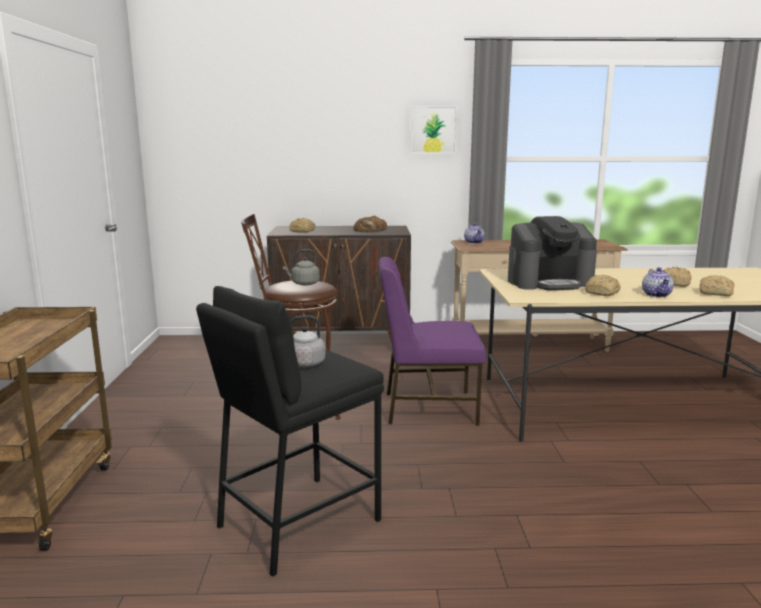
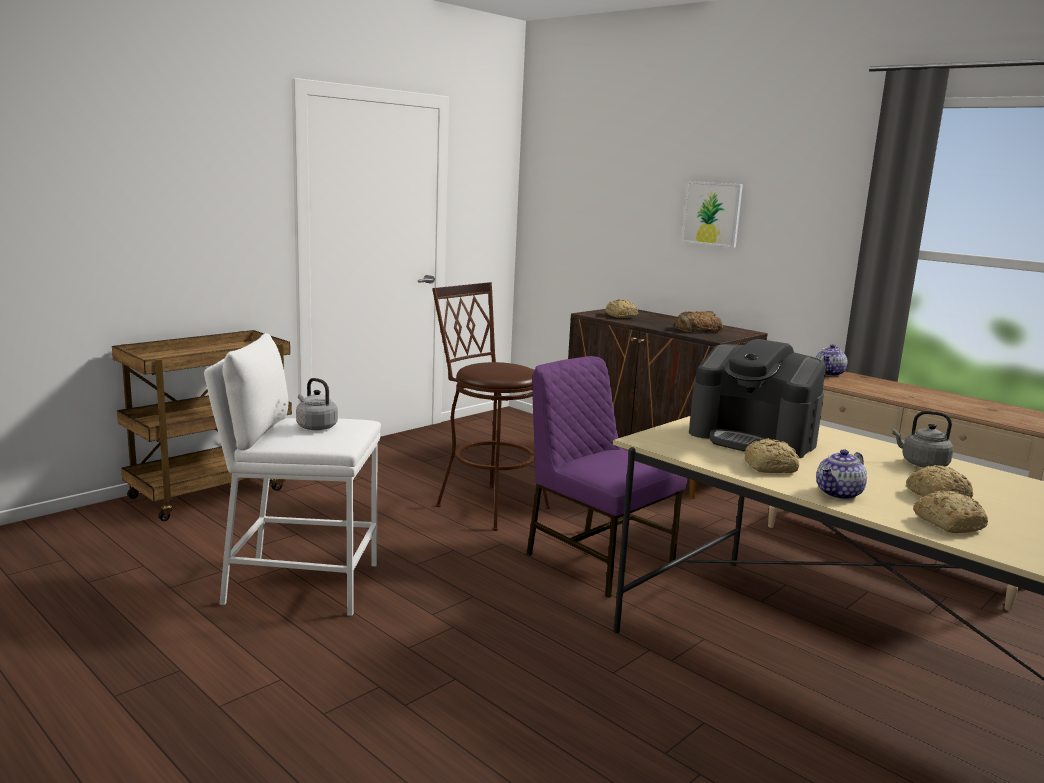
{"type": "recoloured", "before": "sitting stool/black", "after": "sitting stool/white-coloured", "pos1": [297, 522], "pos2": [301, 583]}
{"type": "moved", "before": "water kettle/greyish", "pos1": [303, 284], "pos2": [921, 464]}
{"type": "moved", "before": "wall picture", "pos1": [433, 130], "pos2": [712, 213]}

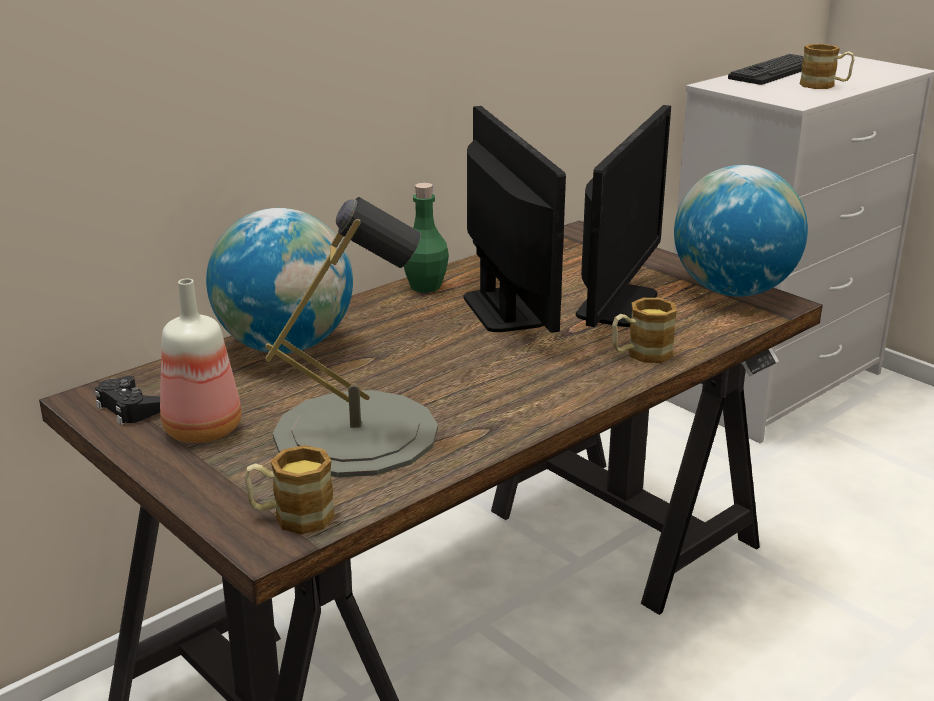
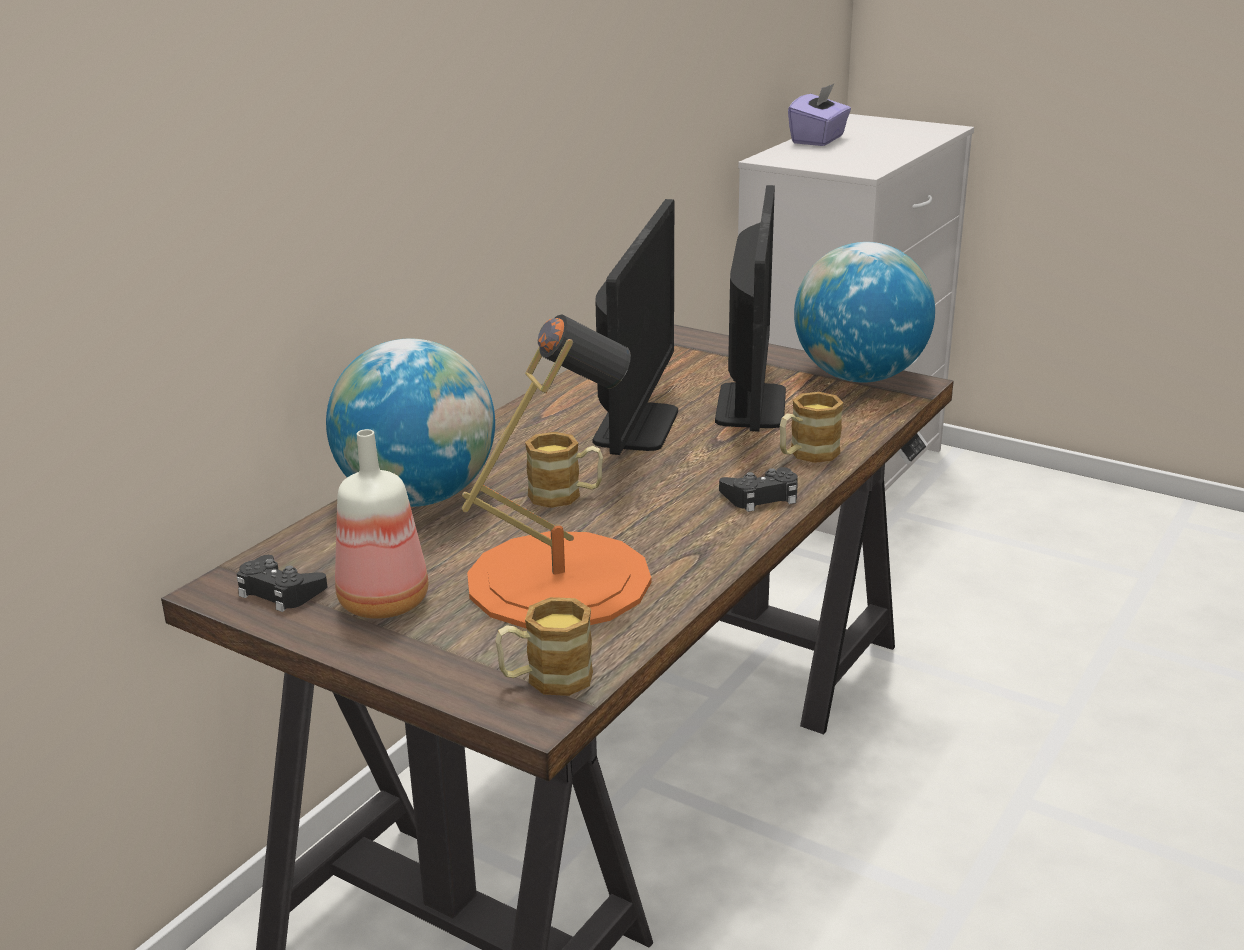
{"type": "recoloured", "before": "tabletop lamp/greyish", "after": "tabletop lamp/orangey", "pos1": [356, 432], "pos2": [559, 579]}
{"type": "removed", "before": "beverage bottle/green-coloured", "pos1": [425, 287]}
{"type": "turned", "before": "computer screen", "pos1": [504, 310], "pos2": [636, 426], "turn": 45}
{"type": "replaced", "before": "keyboard", "after": "tissue box/purple-coloured", "pos1": [775, 71], "pos2": [818, 140]}
{"type": "moved", "before": "mug", "pos1": [824, 85], "pos2": [565, 495]}
{"type": "added", "after": "joypad/black", "pos2": [761, 497]}

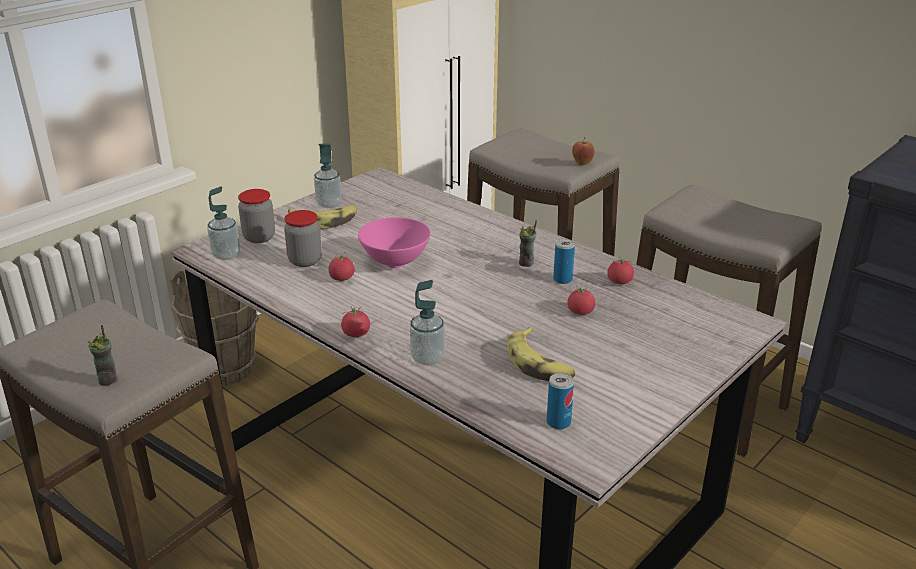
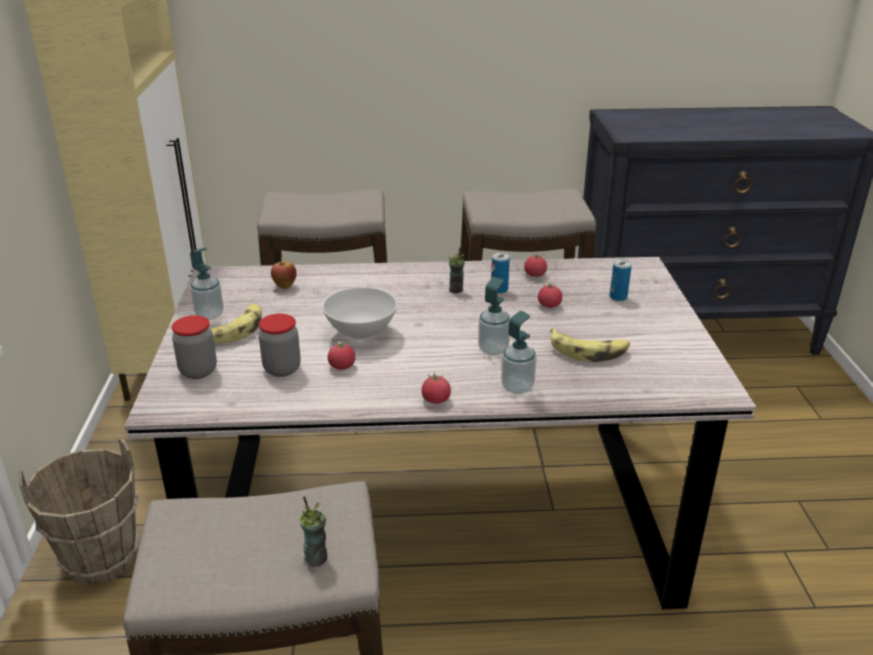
{"type": "moved", "before": "soap dispenser", "pos1": [226, 255], "pos2": [493, 349]}
{"type": "recoloured", "before": "bowl/pink-coloured", "after": "bowl/white-coloured", "pos1": [395, 263], "pos2": [361, 334]}
{"type": "moved", "before": "sealed can", "pos1": [558, 422], "pos2": [618, 297]}
{"type": "moved", "before": "whole apple", "pos1": [582, 164], "pos2": [285, 286]}

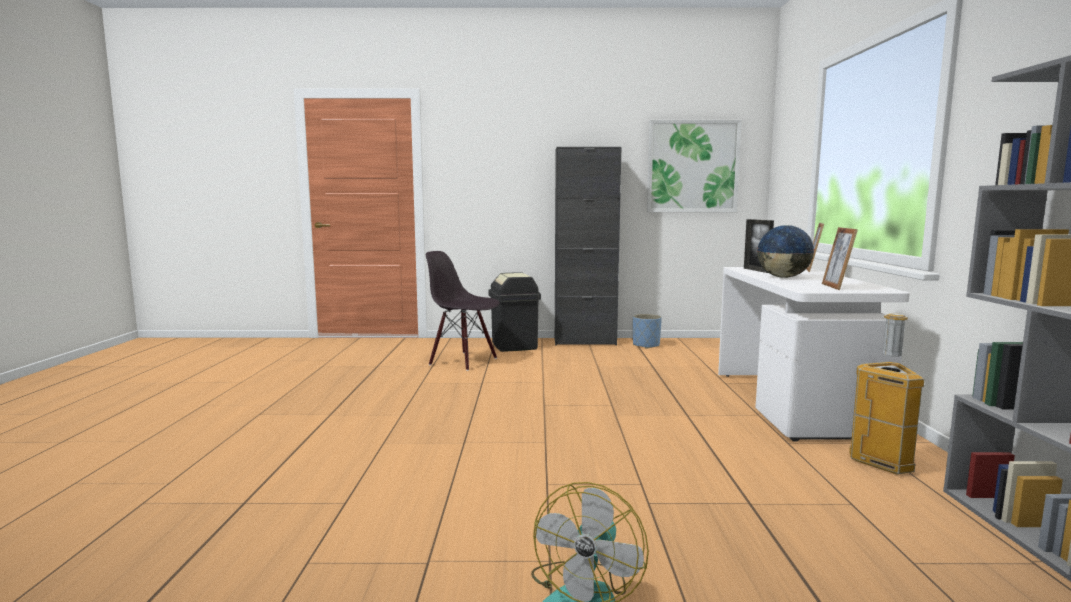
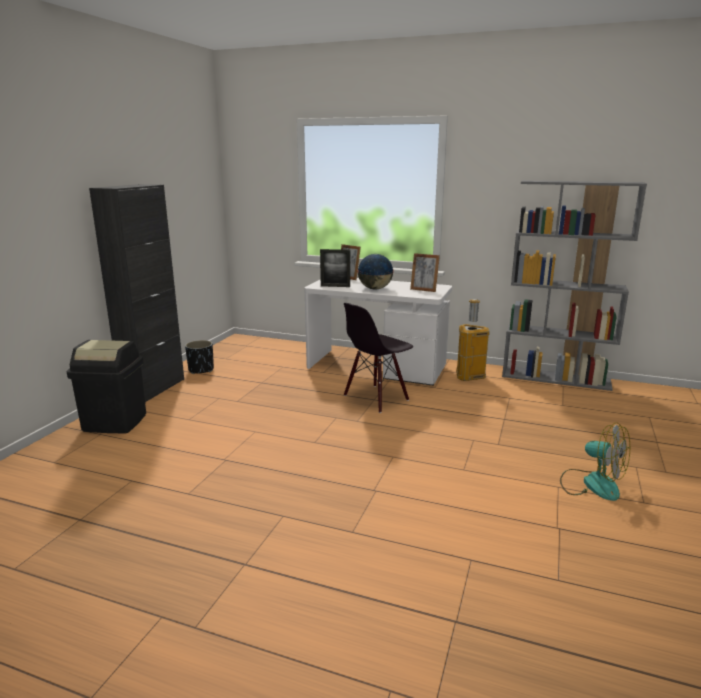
{"type": "moved", "before": "chair/black", "pos1": [464, 361], "pos2": [376, 398]}
{"type": "recoloured", "before": "flower pot/bluish", "after": "flower pot/black", "pos1": [646, 345], "pos2": [201, 370]}
{"type": "removed", "before": "wall picture", "pos1": [692, 166]}

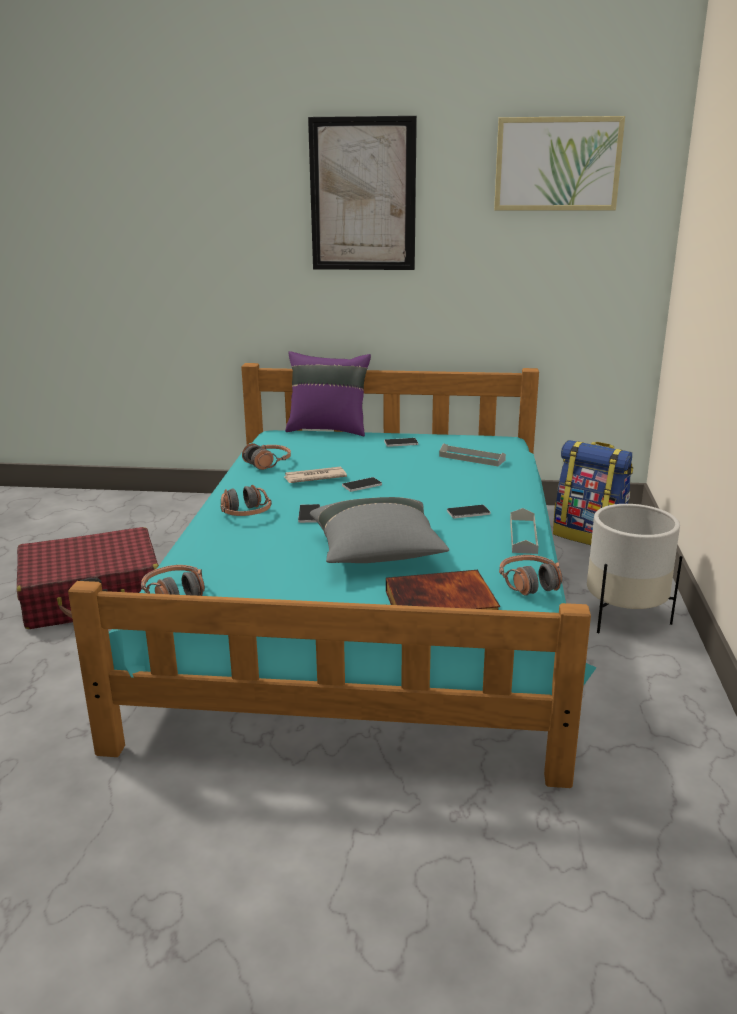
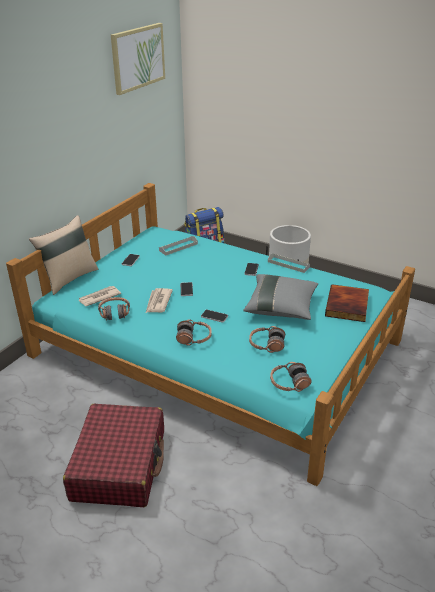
{"type": "recoloured", "before": "cushion/purple-coloured", "after": "cushion/sand-coloured", "pos1": [328, 429], "pos2": [69, 278]}
{"type": "removed", "before": "wall picture", "pos1": [363, 195]}
{"type": "moved", "before": "pair of headphones", "pos1": [529, 583], "pos2": [266, 345]}
{"type": "added", "after": "newspaper", "pos2": [99, 297]}

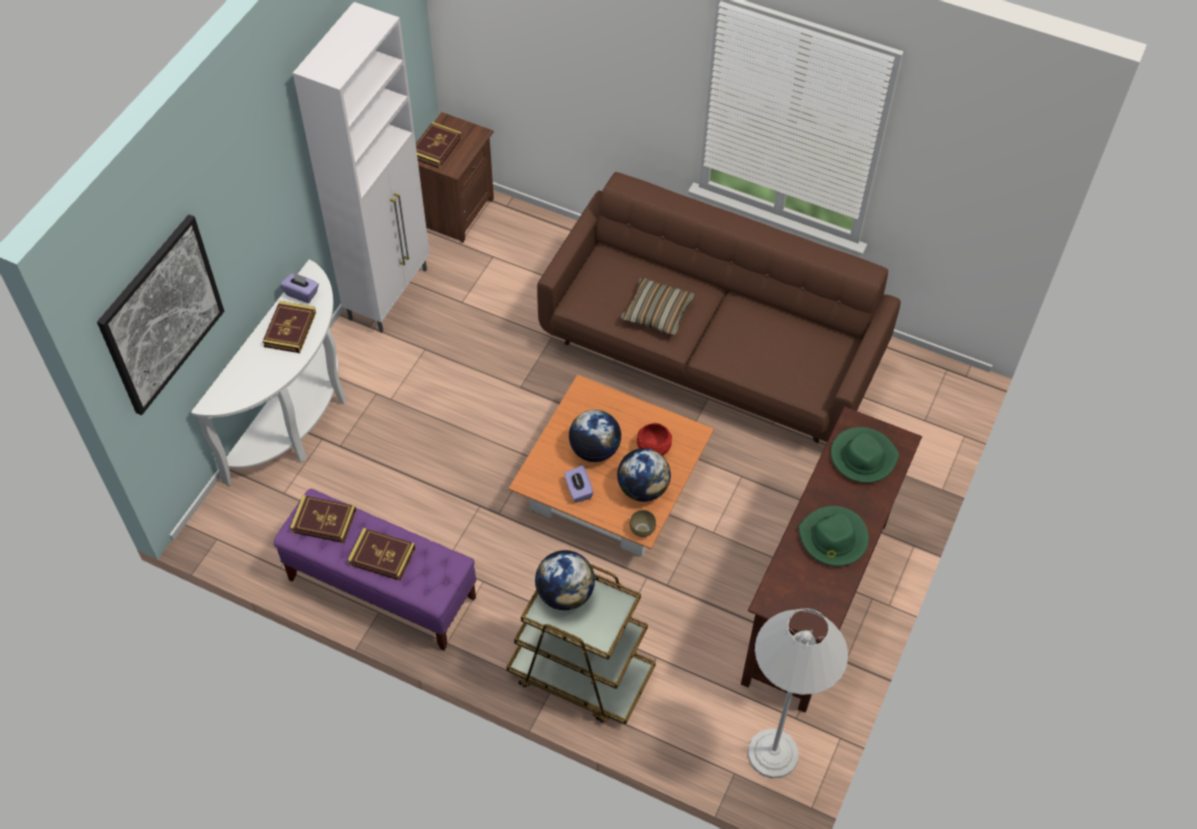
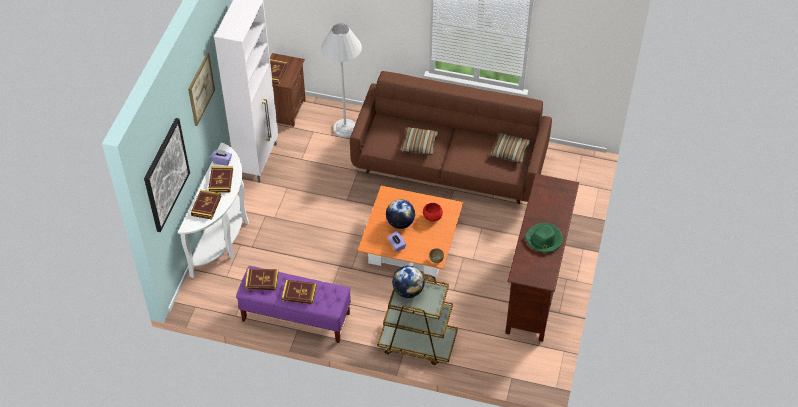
{"type": "removed", "before": "globe", "pos1": [643, 489]}
{"type": "moved", "before": "standard lamp/white-coloured", "pos1": [773, 753], "pos2": [345, 128]}
{"type": "removed", "before": "wearable hat/green-coloured", "pos1": [862, 457]}
{"type": "added", "after": "wall picture", "pos2": [201, 89]}
{"type": "added", "after": "book", "pos2": [206, 206]}
{"type": "added", "after": "cushion", "pos2": [509, 151]}

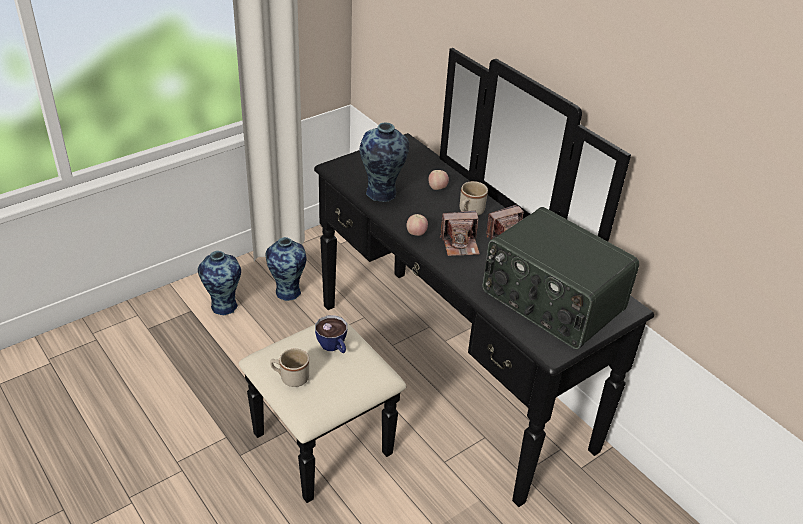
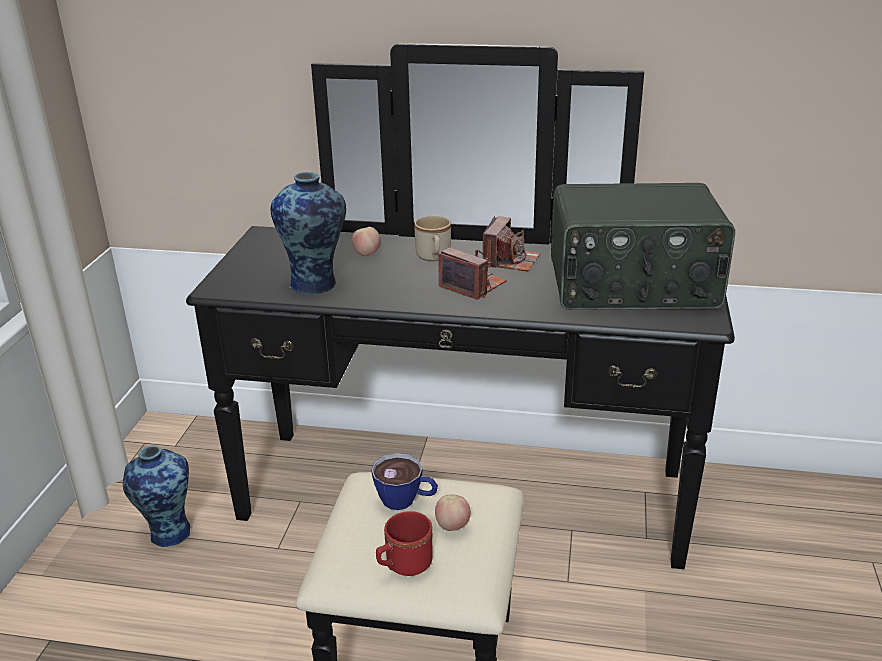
{"type": "removed", "before": "vase", "pos1": [223, 305]}
{"type": "recoloured", "before": "mug/sand-coloured", "after": "mug/reddish", "pos1": [290, 378], "pos2": [403, 566]}
{"type": "moved", "before": "whole apple", "pos1": [416, 234], "pos2": [452, 526]}
{"type": "turned", "before": "still camera", "pos1": [460, 244], "pos2": [473, 286], "turn": -90}

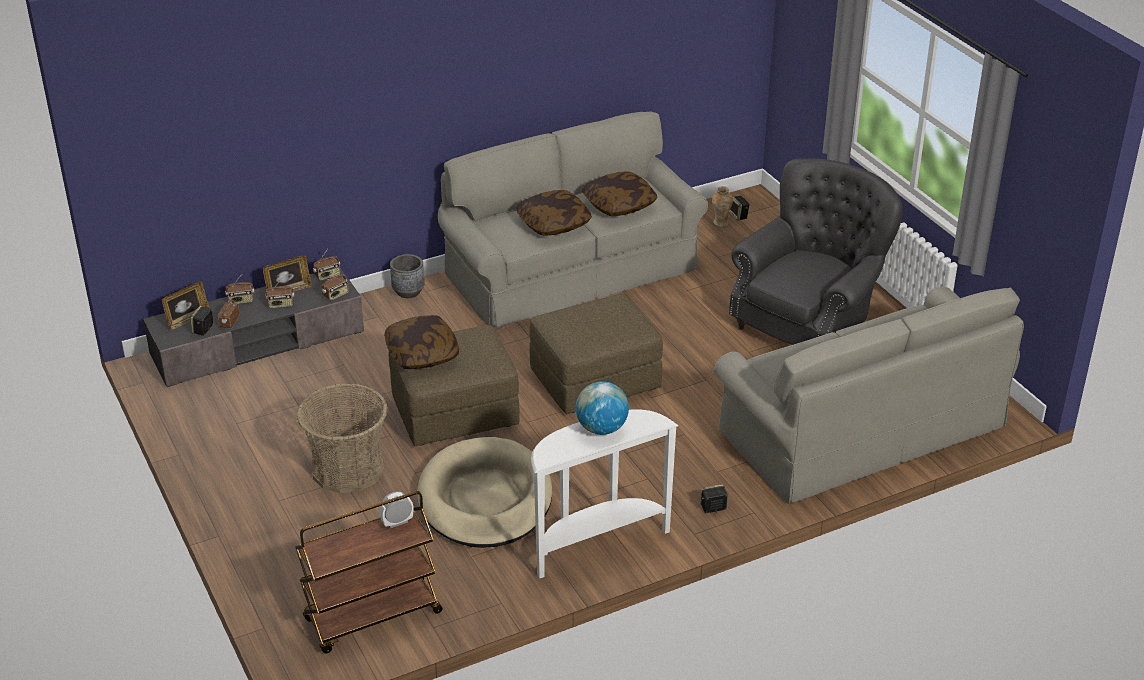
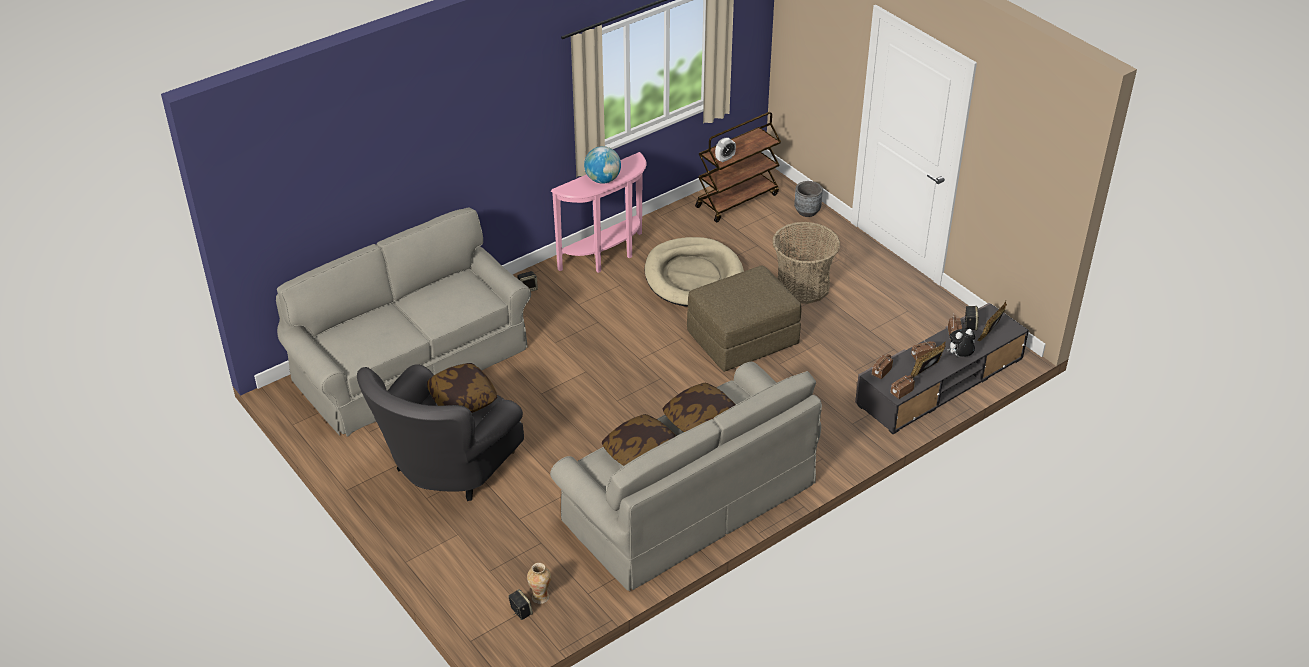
{"type": "replaced", "before": "radio", "after": "plush toy", "pos1": [241, 301], "pos2": [959, 356]}
{"type": "moved", "before": "cushion", "pos1": [422, 354], "pos2": [462, 399]}
{"type": "moved", "before": "flower pot/greyish", "pos1": [408, 292], "pos2": [807, 211]}
{"type": "removed", "before": "ottoman/brownish", "pos1": [594, 380]}
{"type": "recoloured", "before": "narrow table/white-coloured", "after": "narrow table/pink-coloured", "pos1": [596, 543], "pos2": [607, 257]}

